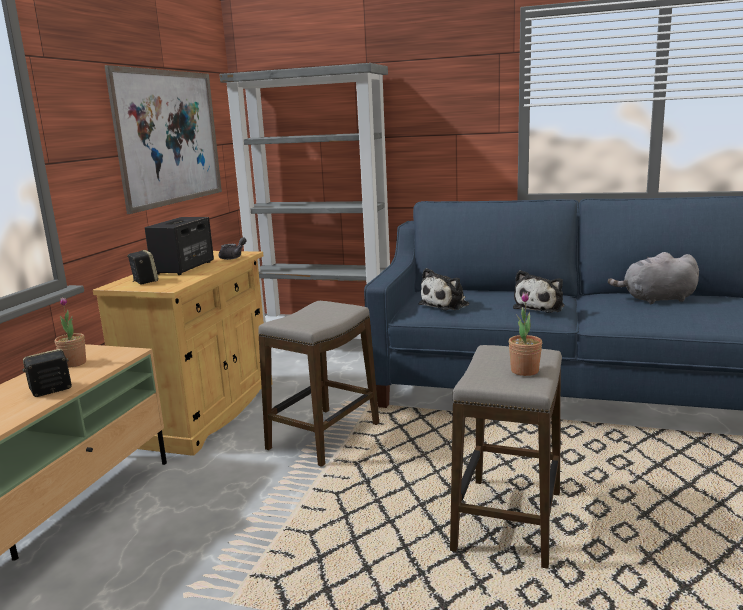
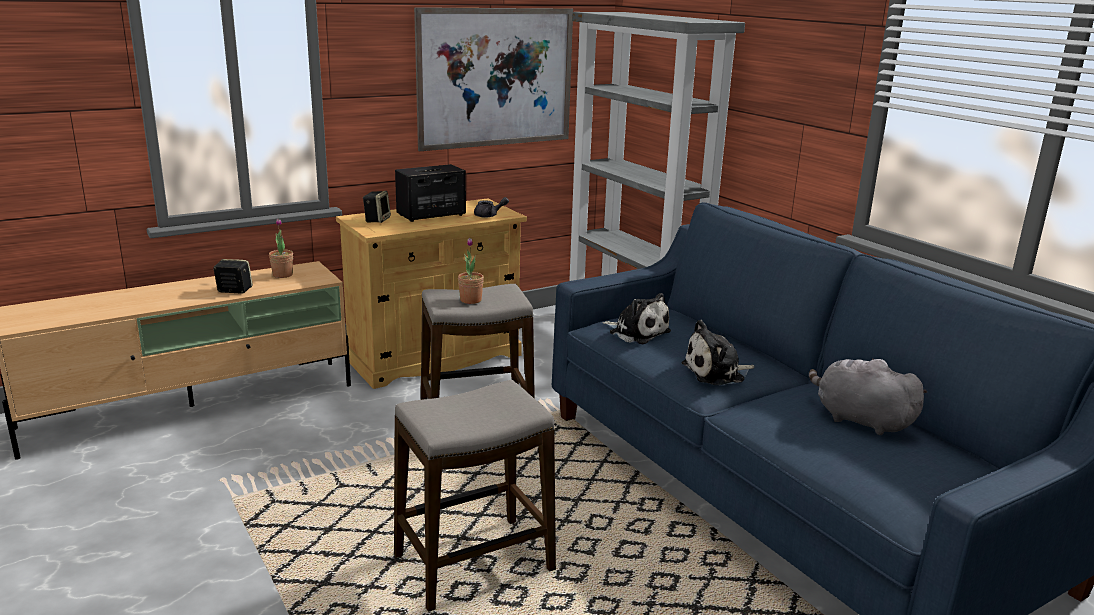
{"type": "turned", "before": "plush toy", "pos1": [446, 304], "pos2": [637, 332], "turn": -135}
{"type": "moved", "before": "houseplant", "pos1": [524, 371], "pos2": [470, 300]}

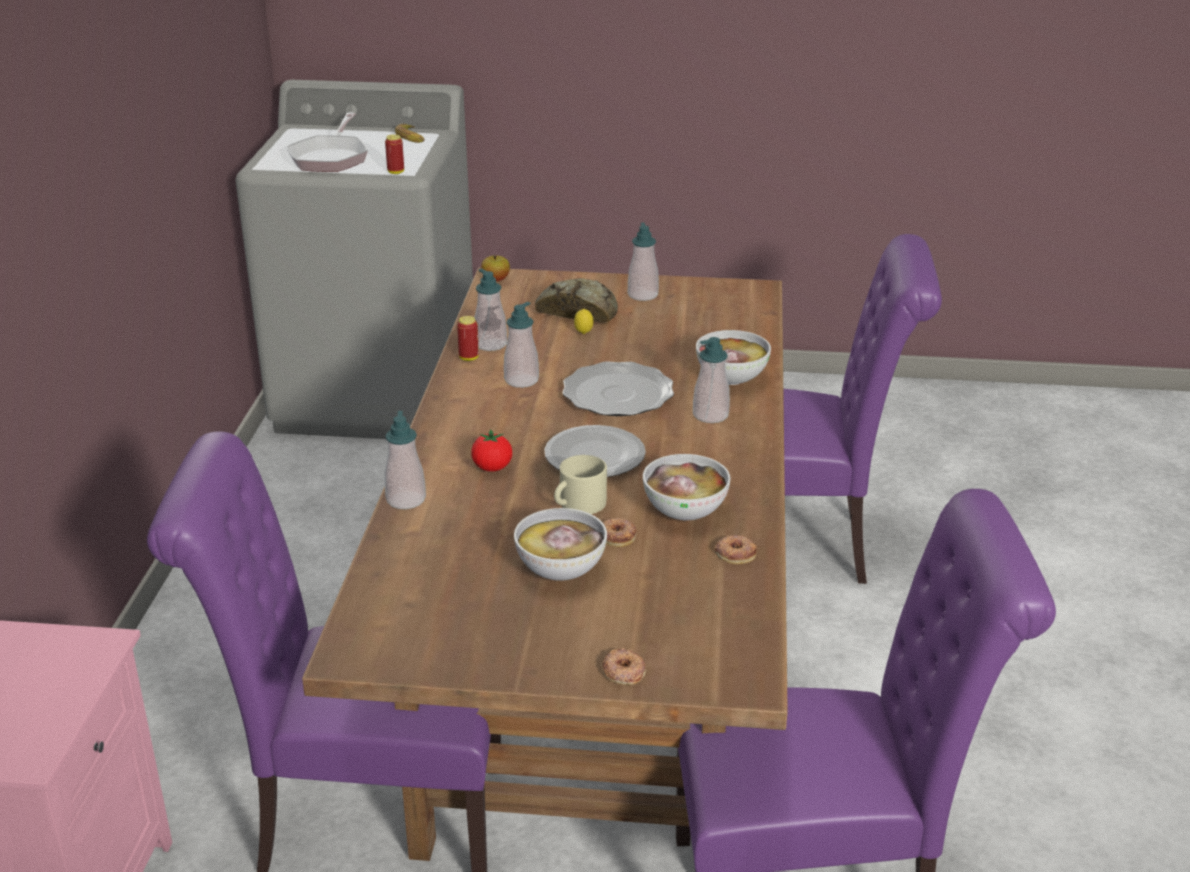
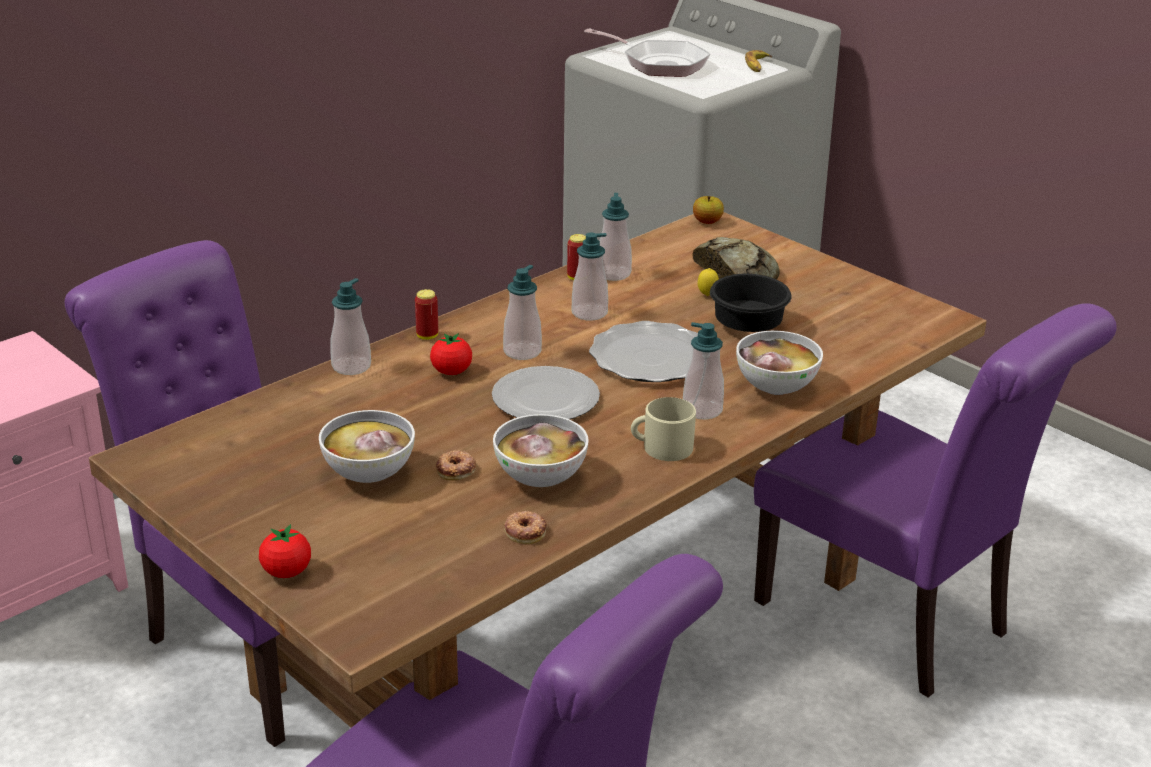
{"type": "turned", "before": "pan", "pos1": [330, 158], "pos2": [659, 64], "turn": -105}
{"type": "moved", "before": "sealed can", "pos1": [396, 172], "pos2": [427, 336]}
{"type": "moved", "before": "mug/sand-coloured", "pos1": [578, 504], "pos2": [661, 447]}
{"type": "replaced", "before": "ring doughnut", "after": "whole tomato", "pos1": [623, 671], "pos2": [286, 572]}
{"type": "moved", "before": "soap dispenser", "pos1": [643, 295], "pos2": [522, 352]}
{"type": "added", "after": "bowl/black", "pos2": [749, 327]}

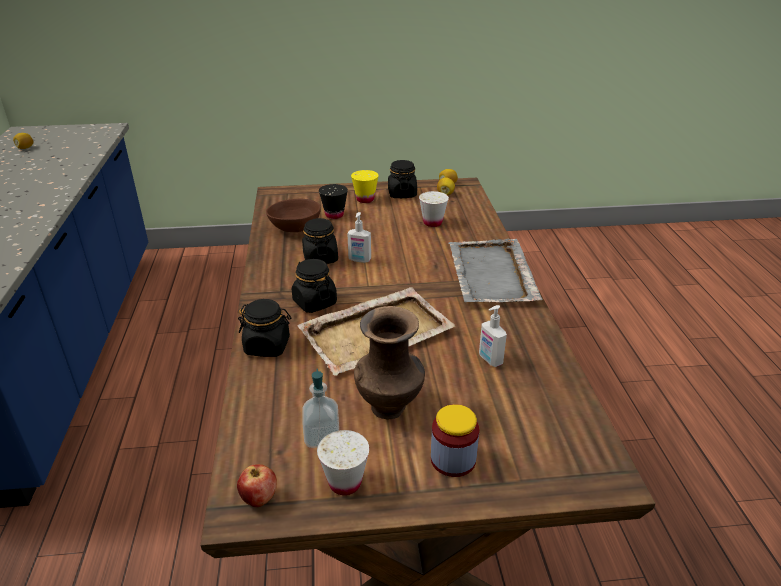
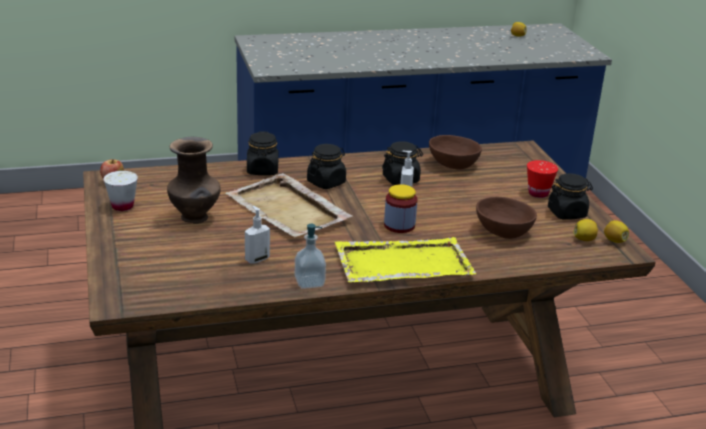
{"type": "moved", "before": "soap dispenser", "pos1": [322, 437], "pos2": [309, 282]}
{"type": "removed", "before": "drinking cup/black", "pos1": [334, 215]}
{"type": "recoloured", "before": "drinking cup/yellowish", "after": "drinking cup/reddish", "pos1": [365, 199], "pos2": [538, 193]}
{"type": "replaced", "before": "drinking cup/white-coloured", "after": "bowl/brownish", "pos1": [432, 223], "pos2": [503, 232]}
{"type": "moved", "before": "jar", "pos1": [453, 459], "pos2": [399, 225]}
{"type": "recoloured", "before": "serving tray/greyish", "after": "serving tray/yellowish", "pos1": [491, 275], "pos2": [402, 264]}

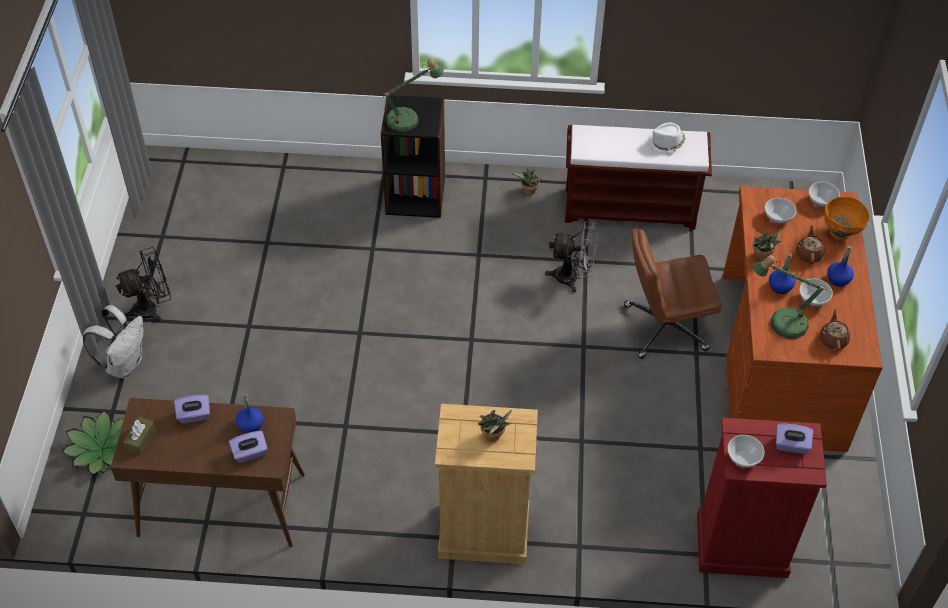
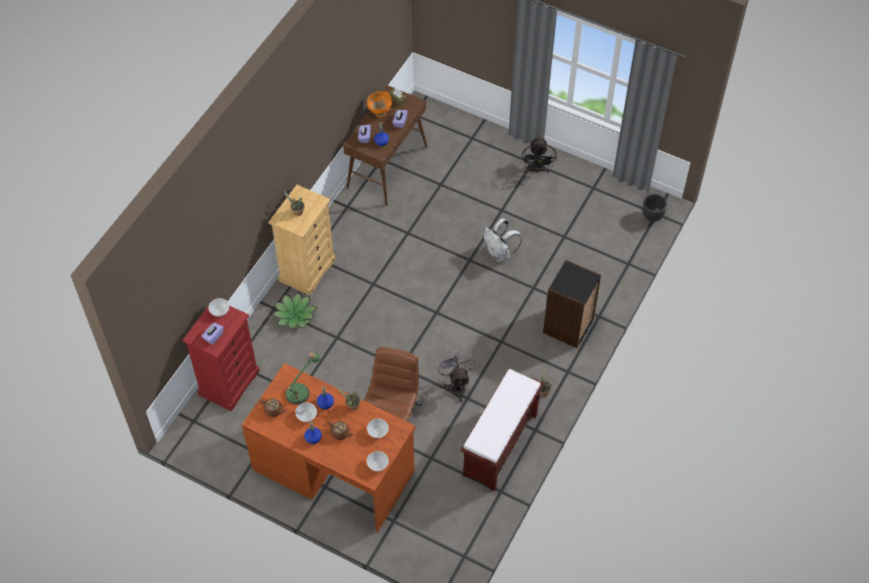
{"type": "moved", "before": "houseplant", "pos1": [102, 448], "pos2": [295, 315]}
{"type": "moved", "before": "backpack/white-coloured", "pos1": [124, 363], "pos2": [500, 254]}
{"type": "removed", "before": "tabletop lamp", "pos1": [408, 119]}
{"type": "turned", "before": "cooling fan/greyish", "pos1": [573, 277], "pos2": [456, 385], "turn": 135}
{"type": "removed", "before": "wearable hat/white-coloured", "pos1": [666, 143]}
{"type": "moved", "before": "bowl/orangey", "pos1": [840, 233], "pos2": [380, 112]}
{"type": "added", "after": "flower pot/black", "pos2": [652, 216]}

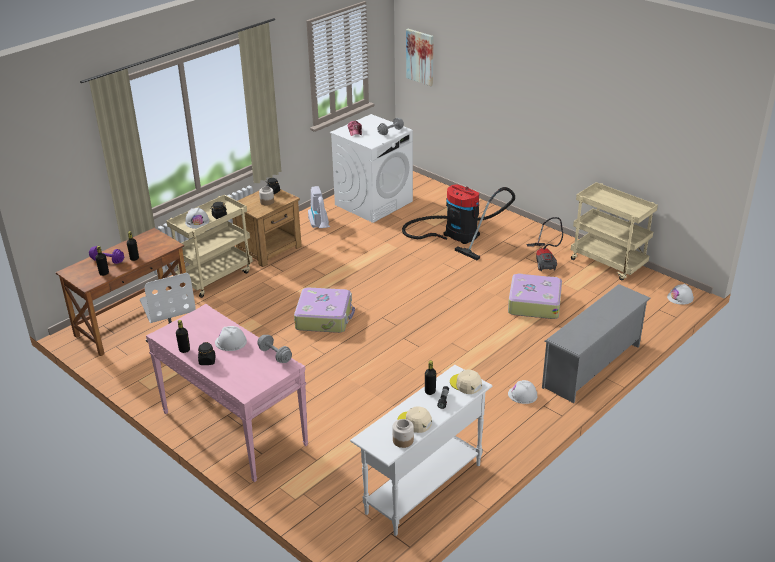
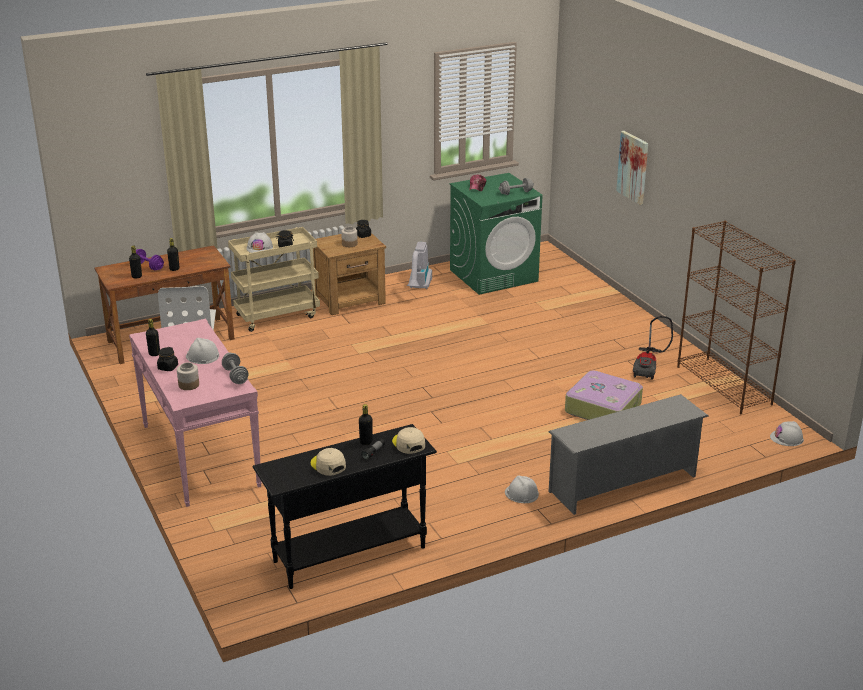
{"type": "removed", "before": "piece of luggage", "pos1": [324, 317]}
{"type": "recoloured", "before": "laundry machine/white-coloured", "after": "laundry machine/green-coloured", "pos1": [374, 203], "pos2": [494, 275]}
{"type": "recoloured", "before": "narrow table/white-coloured", "after": "narrow table/black", "pos1": [423, 488], "pos2": [349, 554]}
{"type": "moved", "before": "jar", "pos1": [403, 440], "pos2": [189, 385]}
{"type": "removed", "before": "vacuum", "pos1": [457, 234]}
{"type": "moved", "before": "wall picture", "pos1": [420, 57], "pos2": [633, 167]}
{"type": "replaced", "before": "trolley/sand-coloured", "after": "shelving unit/brownish", "pos1": [608, 263], "pos2": [724, 385]}

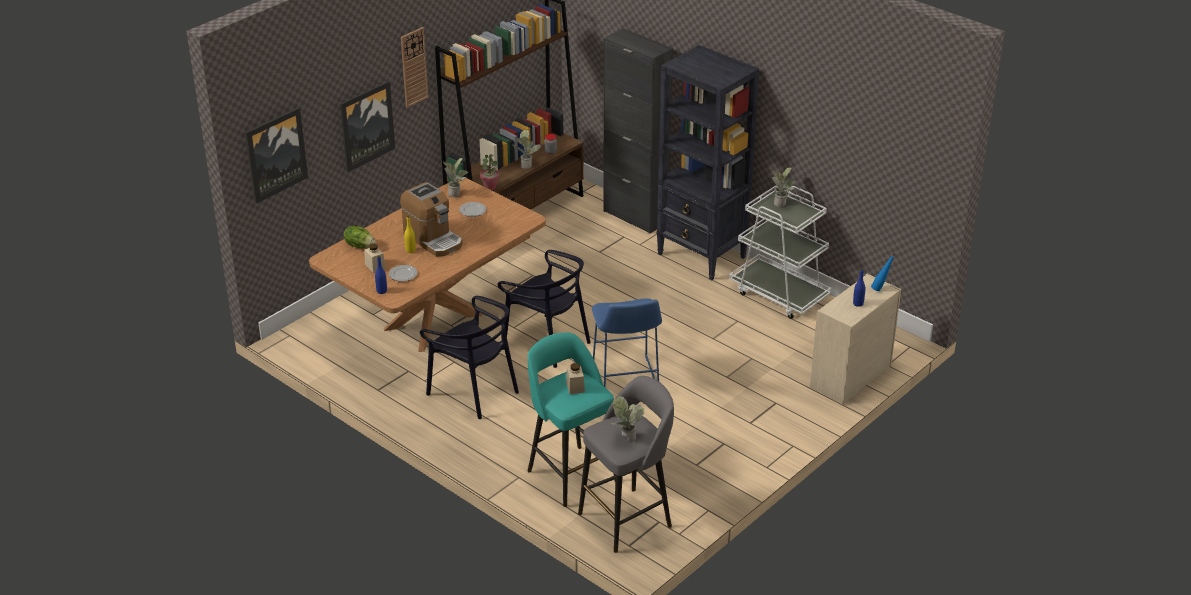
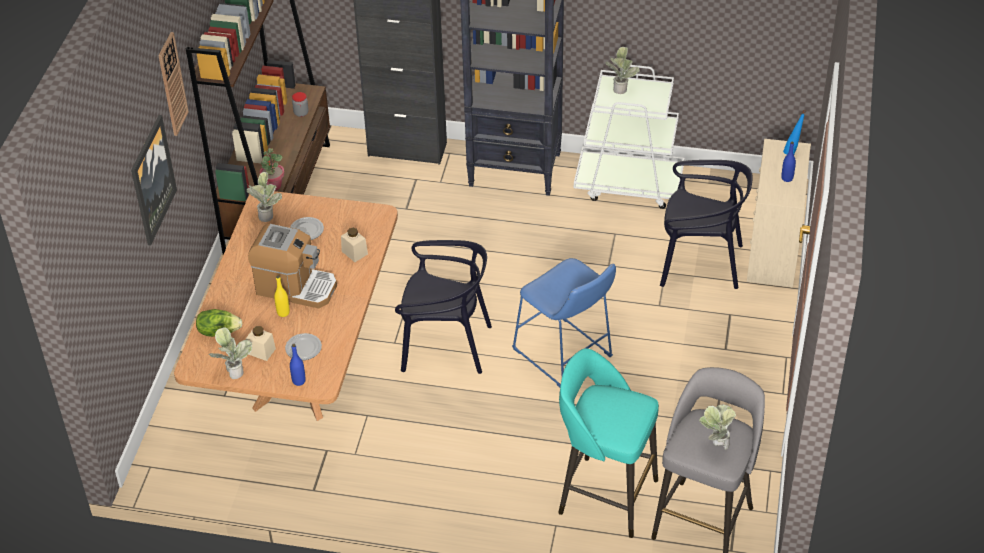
{"type": "removed", "before": "wall picture", "pos1": [275, 154]}
{"type": "moved", "before": "chair/black", "pos1": [473, 391], "pos2": [700, 262]}
{"type": "moved", "before": "houseplant", "pos1": [526, 164], "pos2": [233, 370]}
{"type": "moved", "before": "jar/sand-coloured", "pos1": [575, 387], "pos2": [354, 252]}

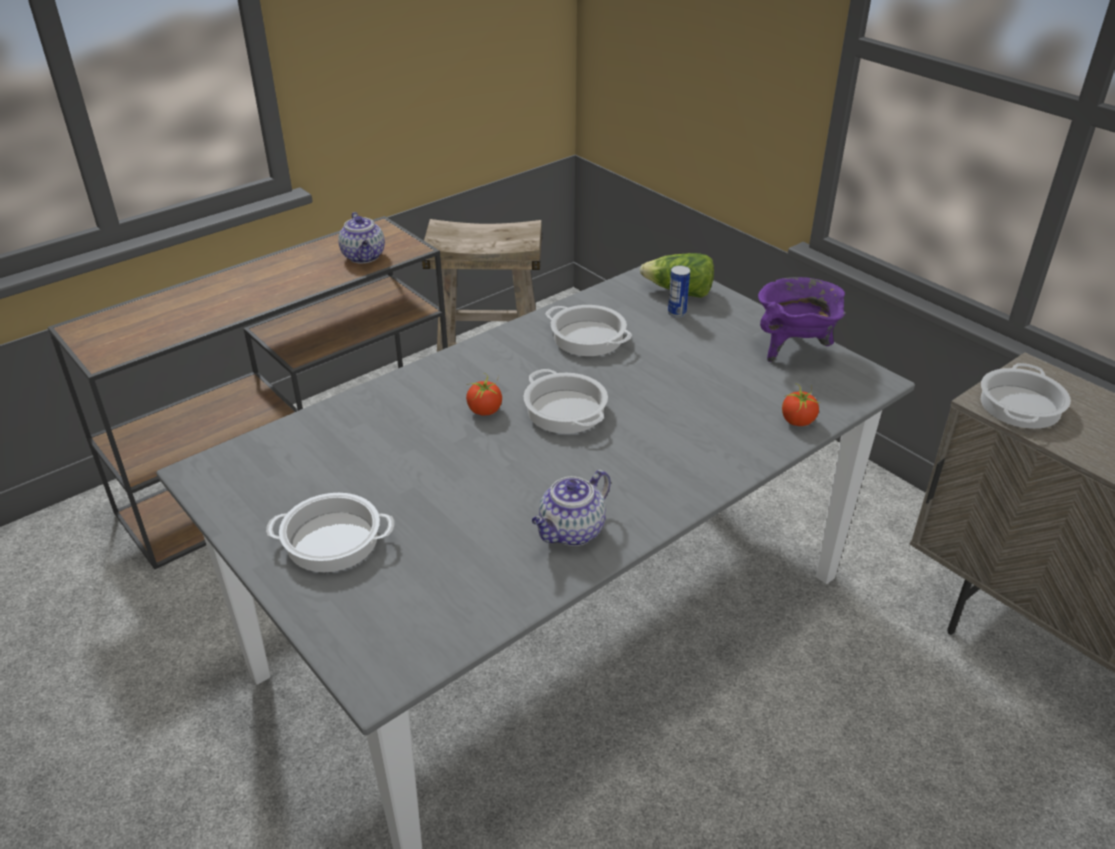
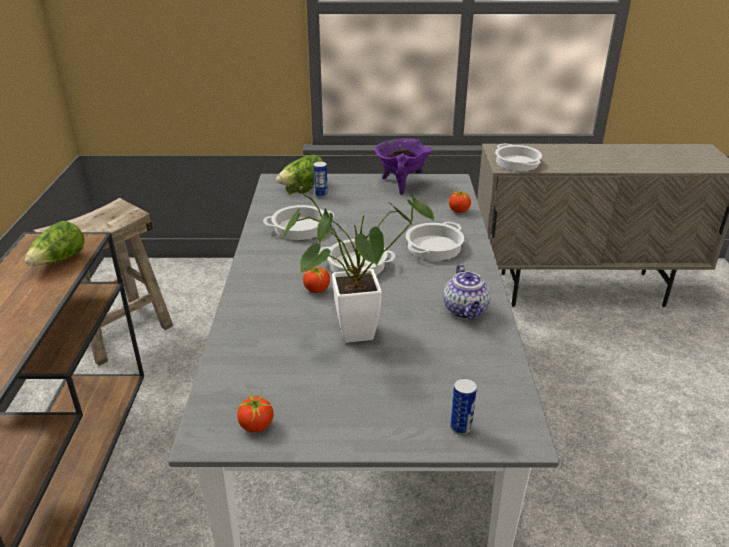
{"type": "moved", "before": "cooking pot", "pos1": [331, 541], "pos2": [434, 247]}
{"type": "replaced", "before": "pot for tea", "after": "head of lettuce", "pos1": [364, 257], "pos2": [59, 260]}
{"type": "added", "after": "whole tomato", "pos2": [256, 425]}
{"type": "added", "after": "houseplant", "pos2": [347, 333]}
{"type": "added", "after": "sealed can", "pos2": [460, 428]}

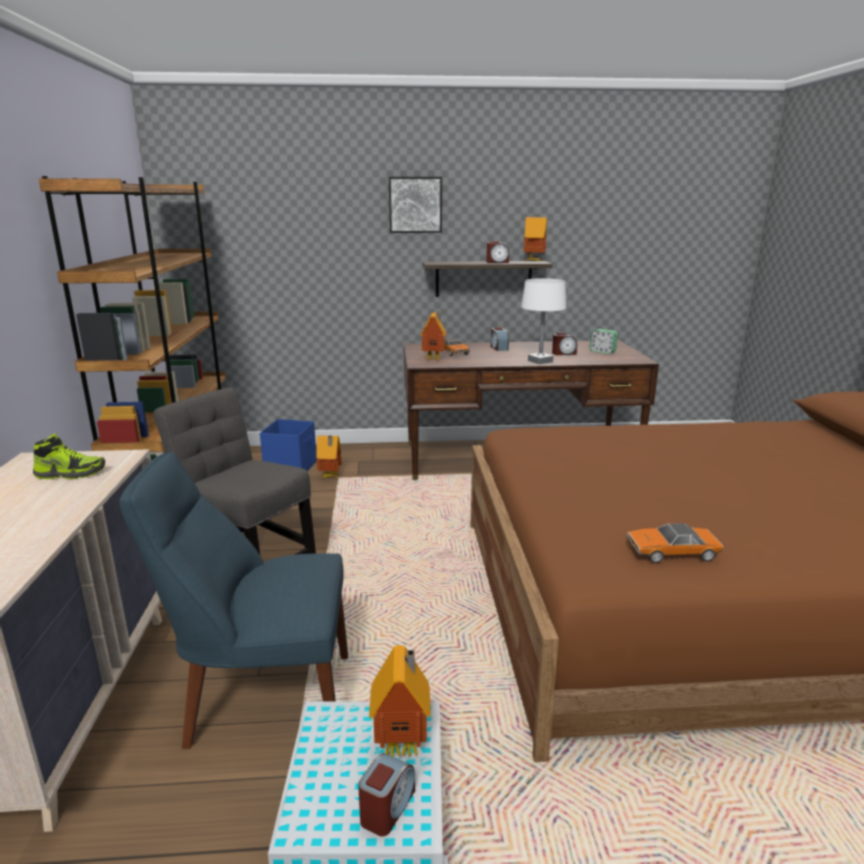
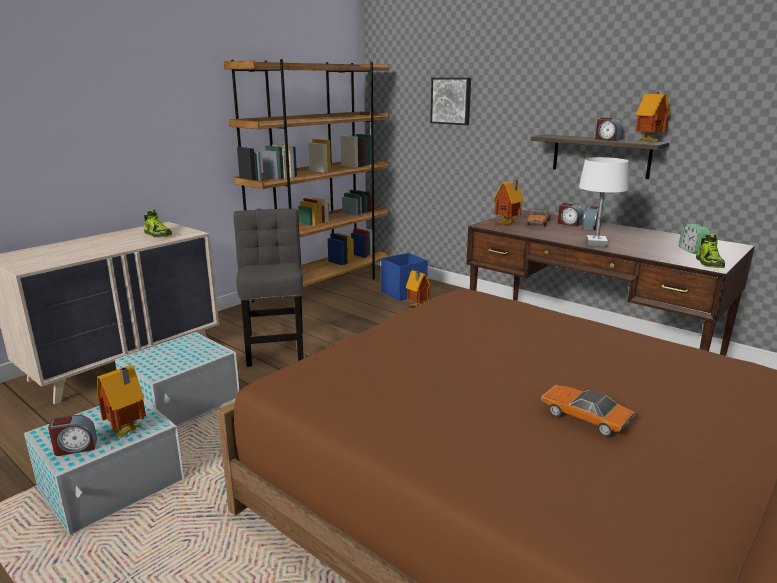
{"type": "replaced", "before": "chair/bluish", "after": "storage box/white-coloured", "pos1": [263, 699], "pos2": [184, 402]}
{"type": "moved", "before": "wall picture", "pos1": [415, 205], "pos2": [451, 101]}
{"type": "moved", "before": "bedside clock", "pos1": [563, 353], "pos2": [569, 223]}
{"type": "moved", "before": "model car", "pos1": [671, 552], "pos2": [584, 417]}
{"type": "added", "after": "low shoe", "pos2": [709, 263]}

